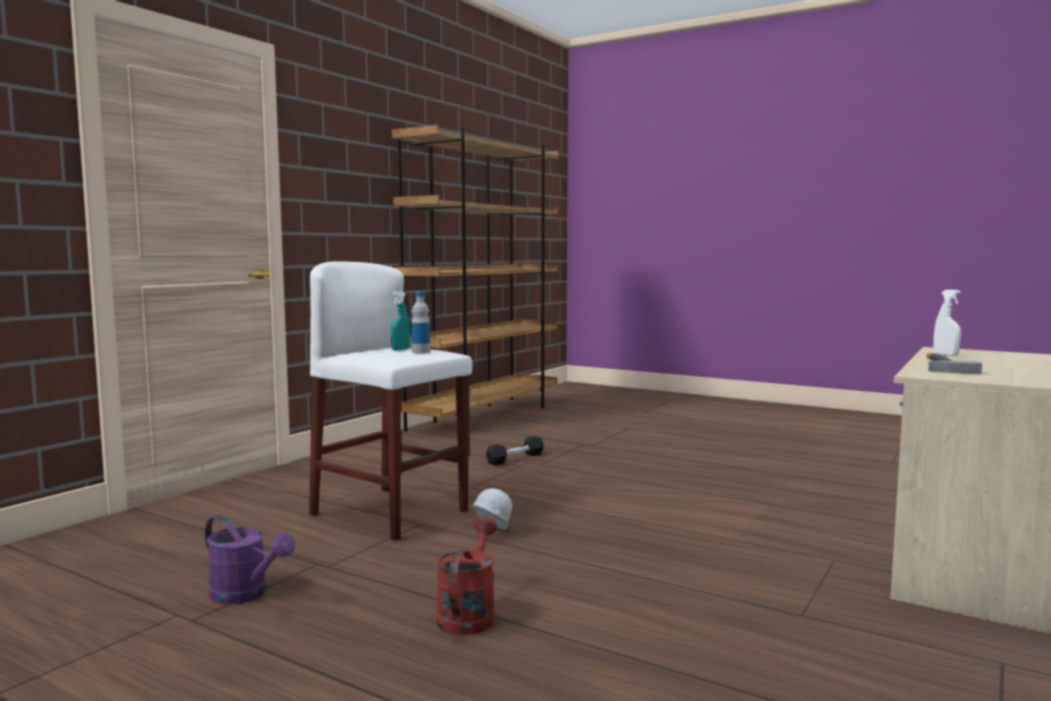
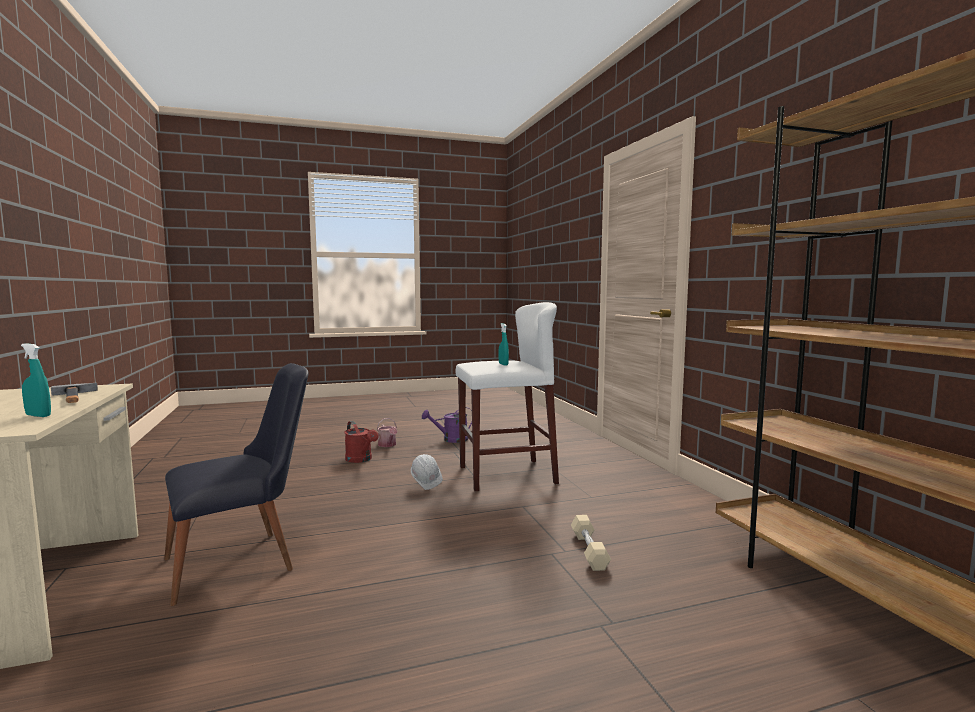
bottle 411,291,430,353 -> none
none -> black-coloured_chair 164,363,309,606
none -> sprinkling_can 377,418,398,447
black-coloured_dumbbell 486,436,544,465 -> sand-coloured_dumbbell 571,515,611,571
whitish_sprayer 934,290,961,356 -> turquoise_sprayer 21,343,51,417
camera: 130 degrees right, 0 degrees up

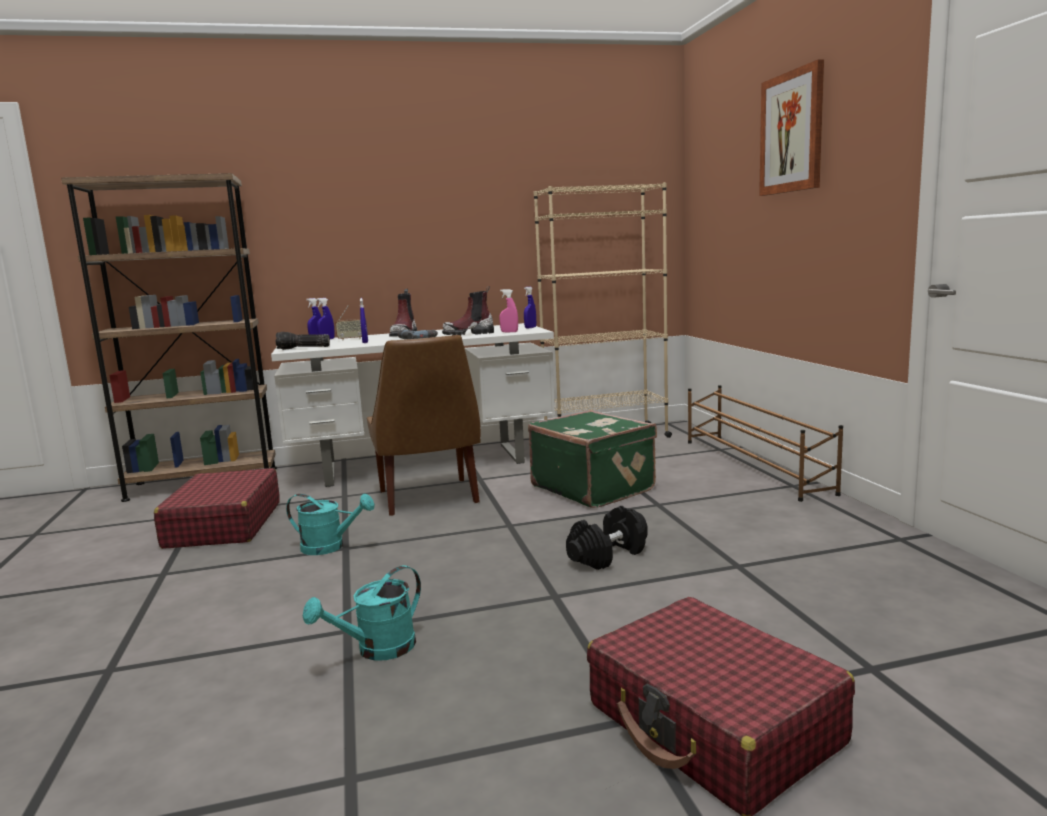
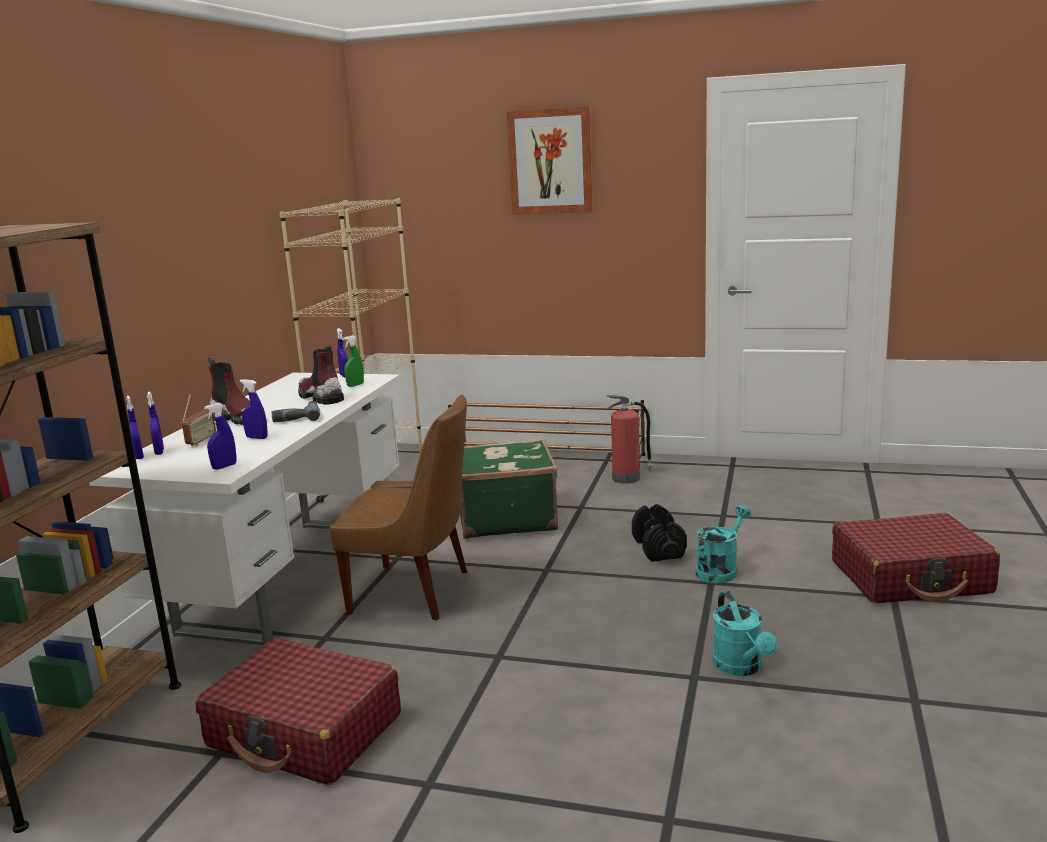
none -> fire-fighting_cylinder 607,395,653,484
turquoise_sprinkling_can 286,494,375,555 -> turquoise_sprinkling_can 696,505,751,583, shifted
torch 276,332,330,350 -> blue-coloured_sprayer 204,403,236,470
pinkish_sprayer 499,289,518,332 -> green_sprayer 343,335,364,387
high-top_boot 442,286,494,336 -> high-top_boot 298,345,344,405, 120 degrees clockwise
camera: 60 degrees left, 5 degrees up

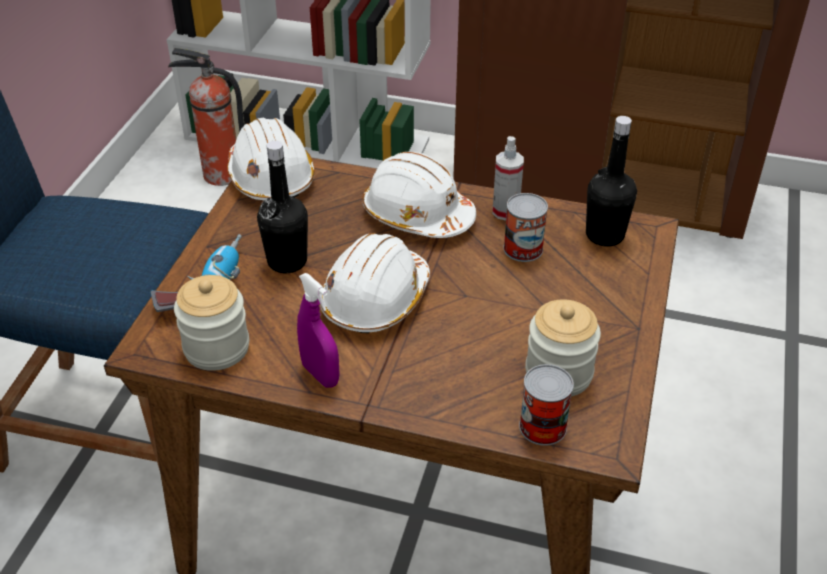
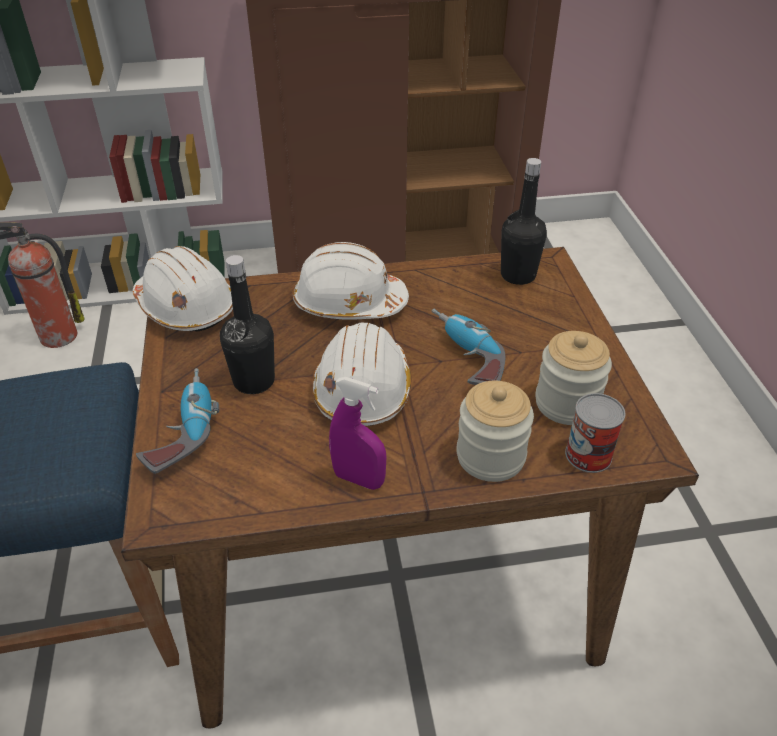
sprayer 493,136,524,221 -> none
can 503,193,548,262 -> none
none -> electric_drill 432,309,505,385
jar 174,275,249,371 -> jar 456,381,534,482, shifted
camera: 25 degrees left, 0 degrees up

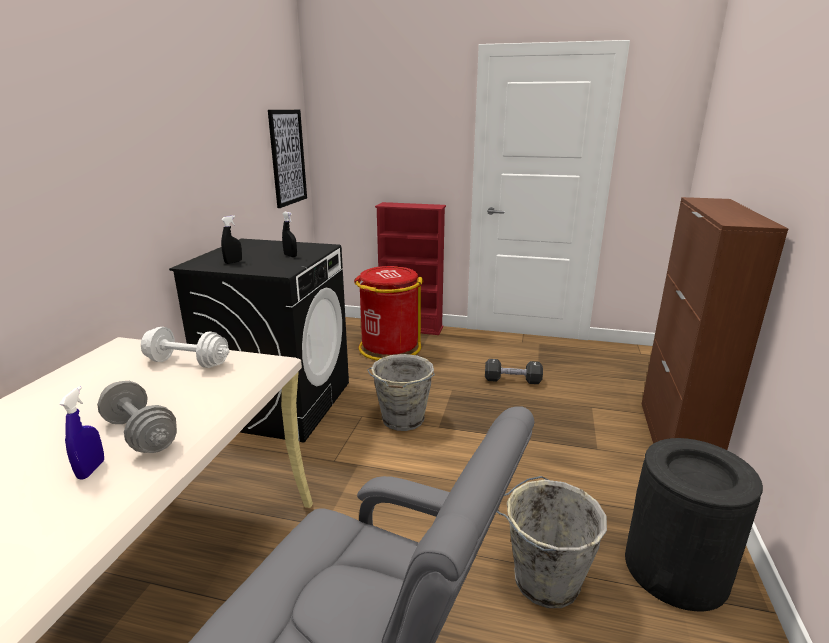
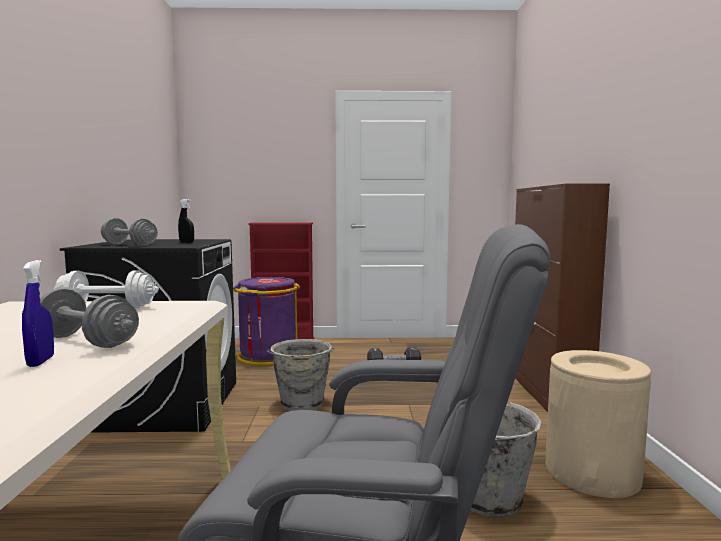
wall_art 268,110,307,208 -> none
black-coloured_sprayer 221,216,242,264 -> greyish_dumbbell 101,218,158,246
red-coloured_trash_can 354,266,423,361 -> purplish_trash_can 233,277,300,366
black-coloured_trash_can 625,438,763,611 -> sand-coloured_trash_can 546,350,651,498
camera: 15 degrees left, 15 degrees down

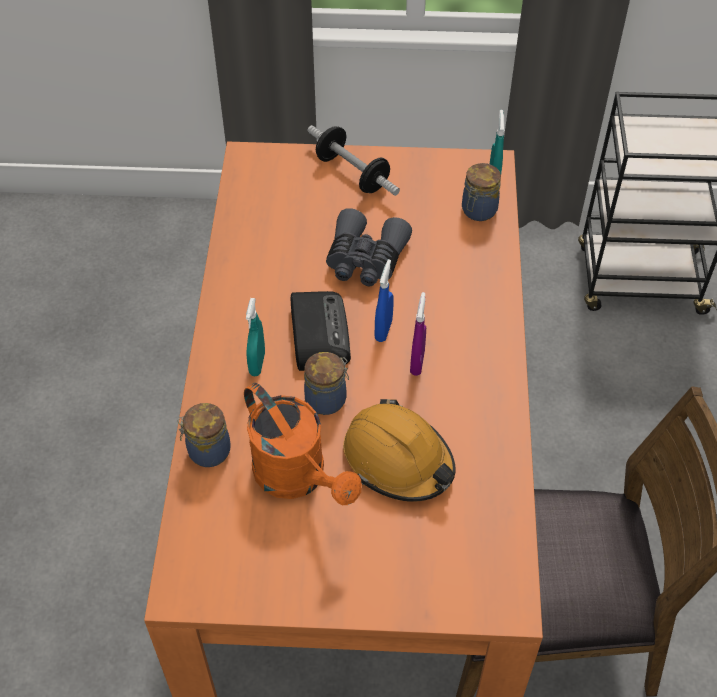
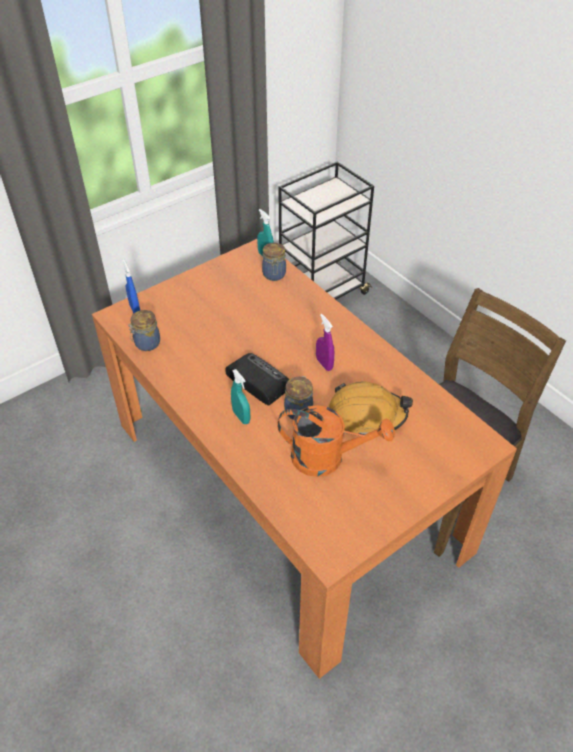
dumbbell 308,125,400,196 -> none
greyish_field_glasses 326,208,412,286 -> none
jar 178,403,230,467 -> jar 128,310,160,351, shifted
blue-coloured_sprayer 375,259,394,342 -> blue-coloured_sprayer 122,259,140,313, shifted
camera: 40 degrees left, 5 degrees down

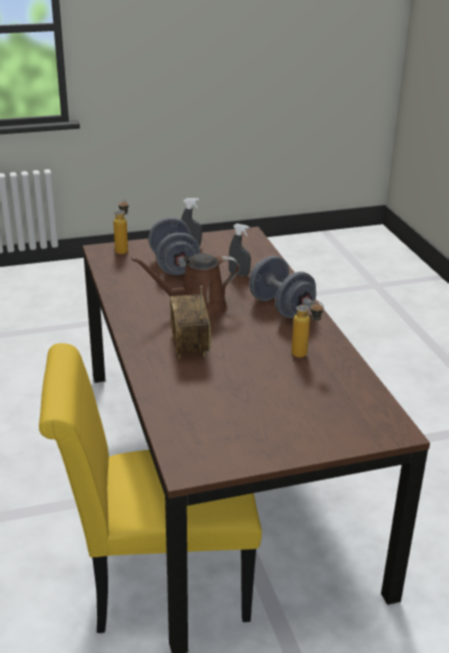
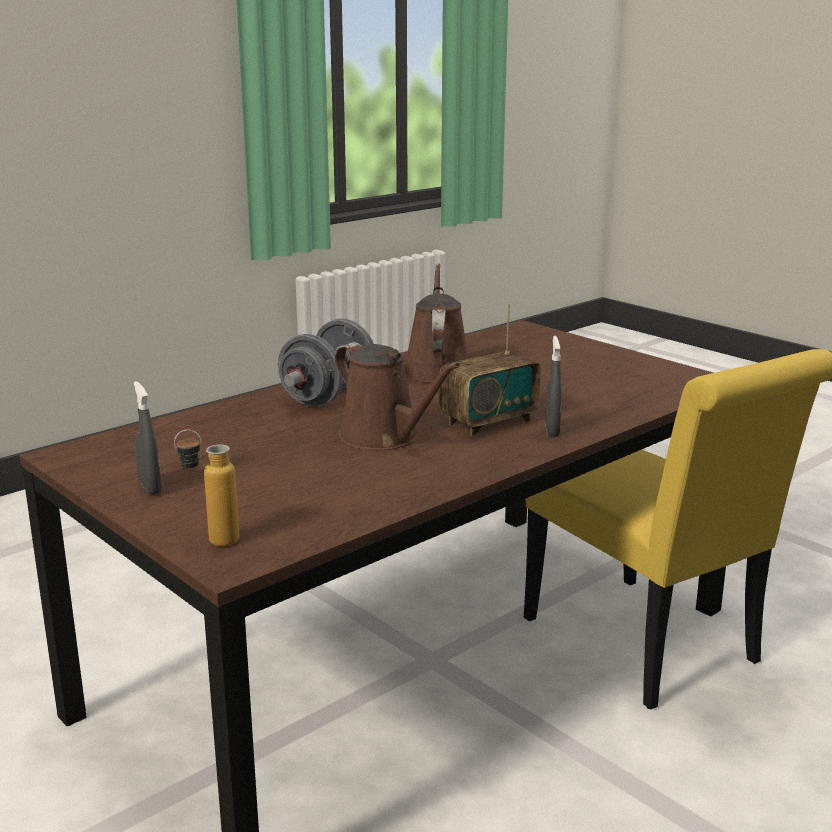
greyish_dumbbell 148,217,200,275 -> none
greyish_sprayer 228,224,251,276 -> greyish_sprayer 545,336,561,437, shifted
bottle 291,301,324,358 -> brown-coloured_sprinkling_can 404,263,468,383
camera: 115 degrees left, 10 degrees down

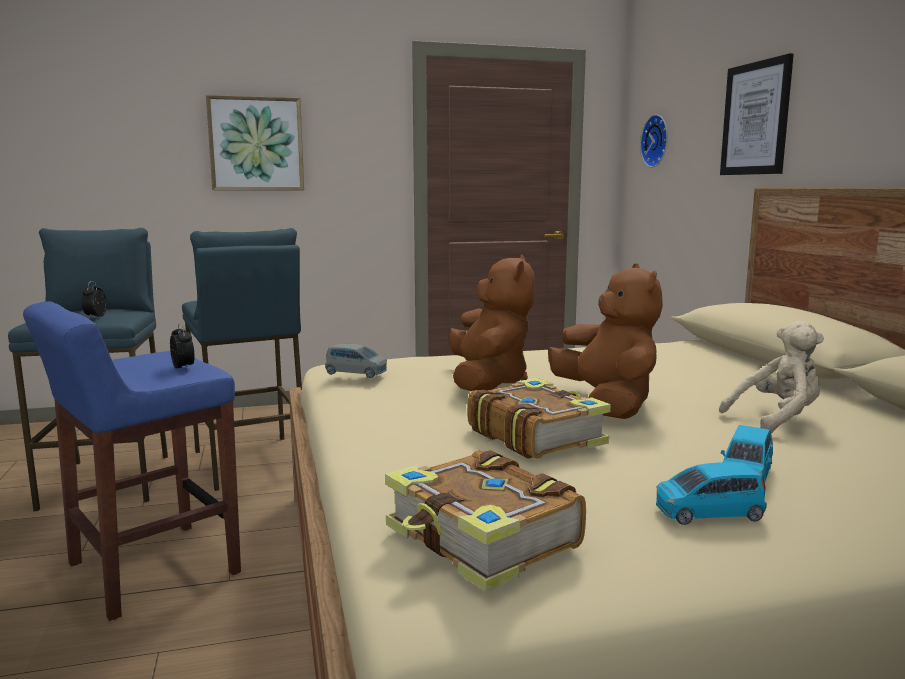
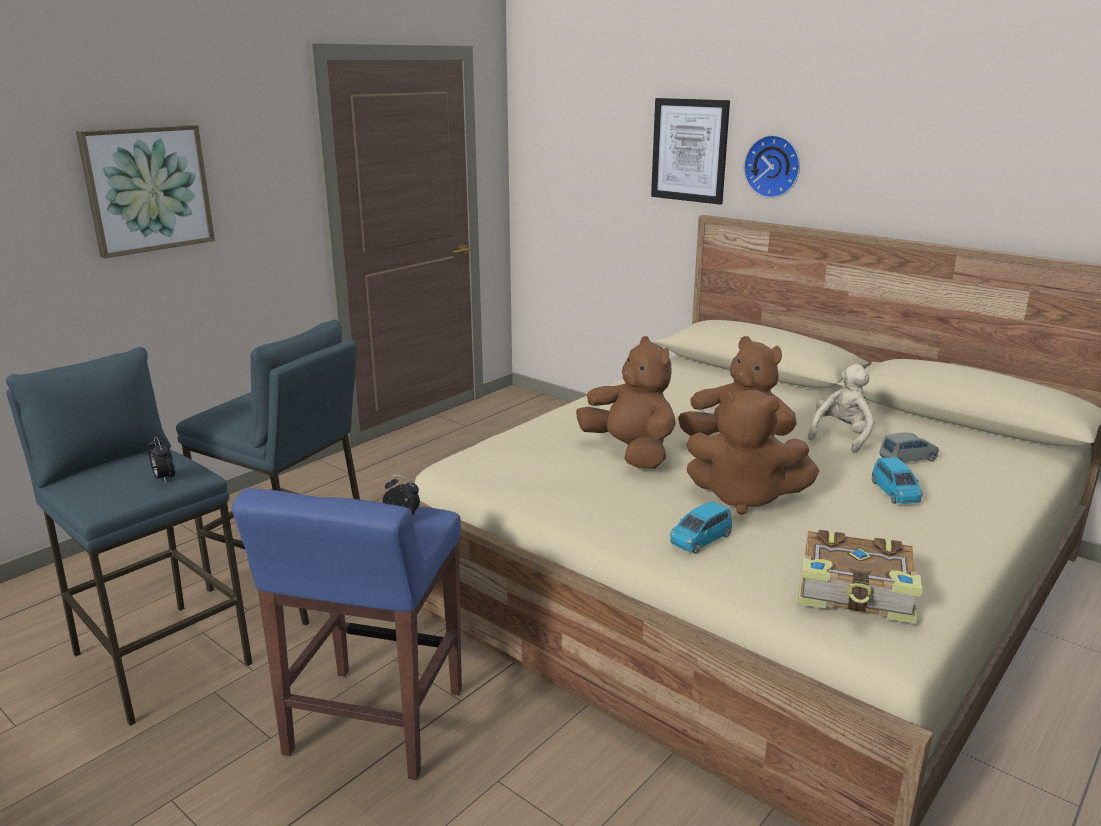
greyish_toy_car 325,343,387,378 -> greyish_toy_car 880,432,939,463, shifted
wall_clock 640,114,668,168 -> wall_clock 744,135,800,198, shifted
blue-coloured_toy_car 656,462,767,525 -> blue-coloured_toy_car 670,501,732,554, shifted
book 467,378,611,459 -> brown-coloured_plush_toy 686,390,819,515
camera: 35 degrees left, 10 degrees up

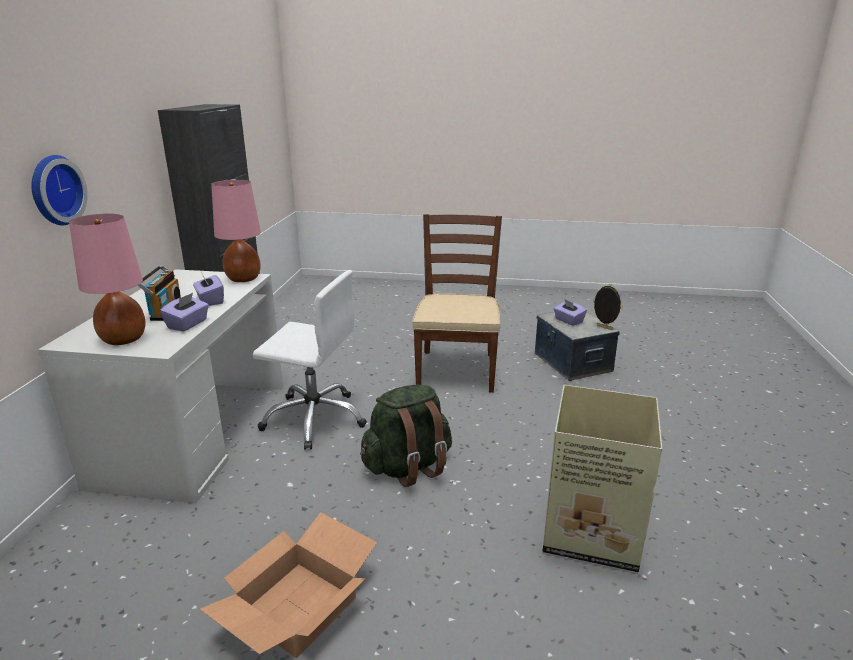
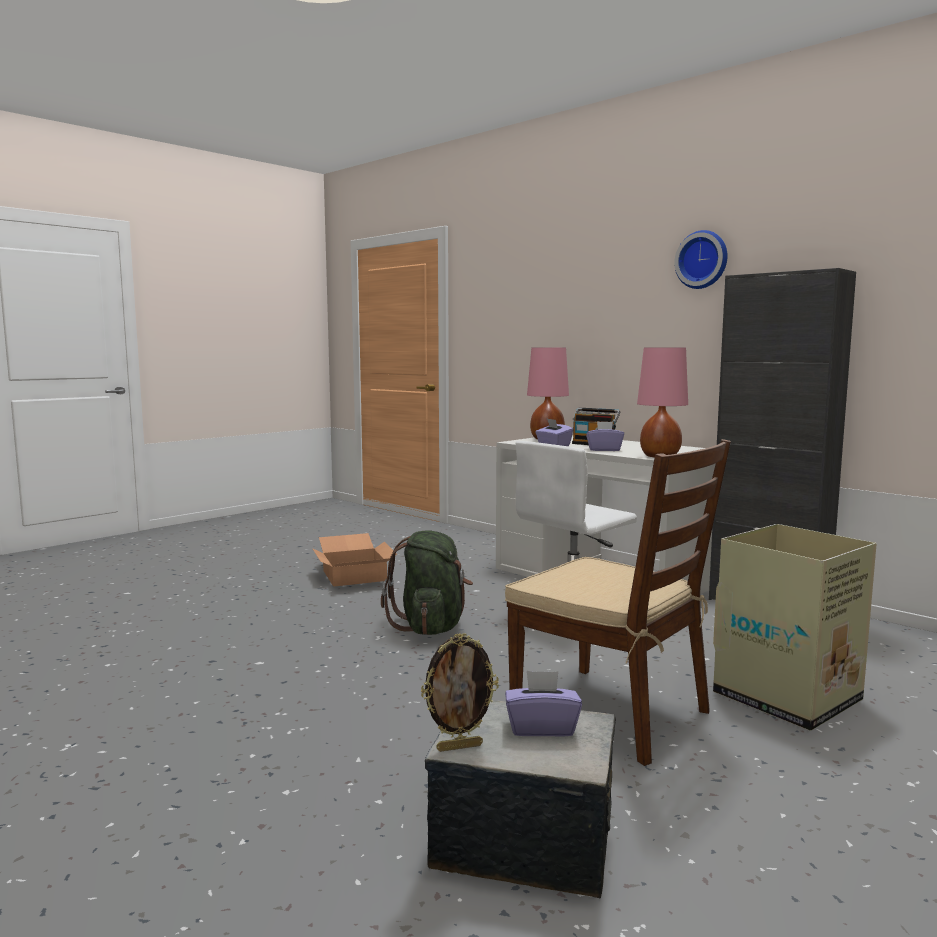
wall_clock 31,155,88,225 -> wall_clock 674,230,728,289, shifted
packing_box 543,385,662,572 -> packing_box 713,524,877,731, shifted
camera: 125 degrees right, 15 degrees down

